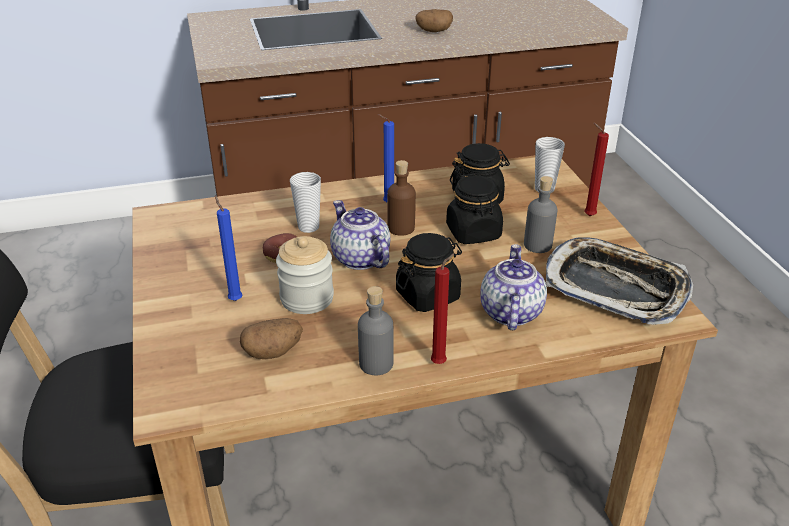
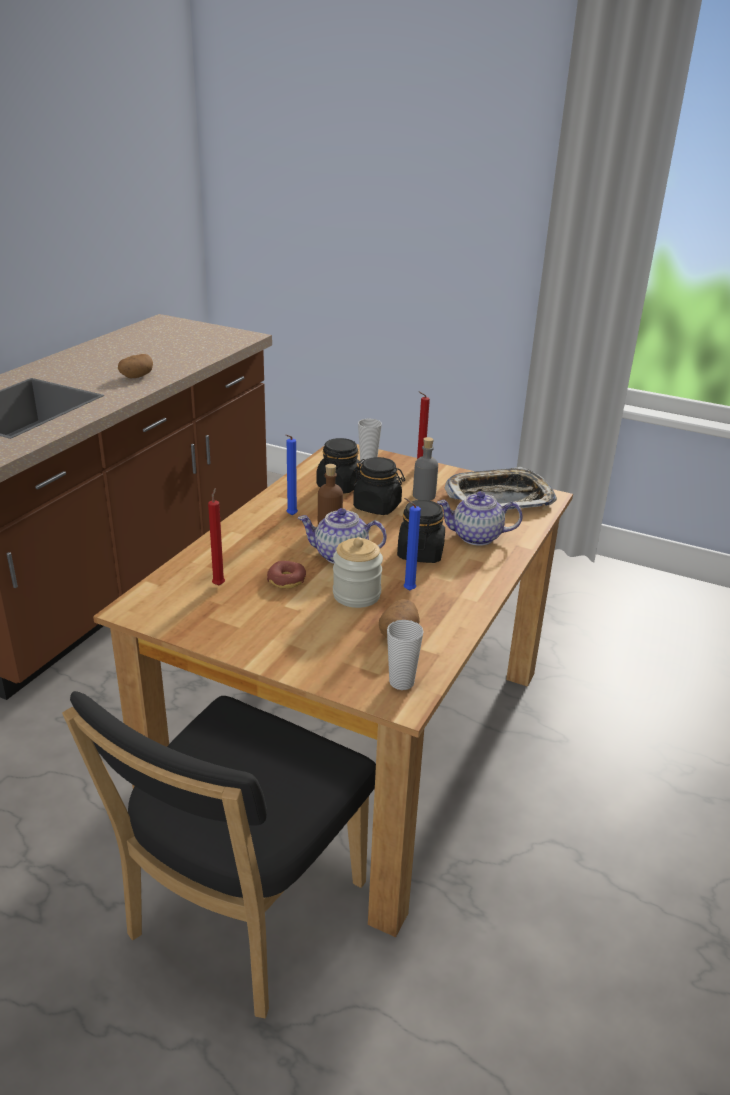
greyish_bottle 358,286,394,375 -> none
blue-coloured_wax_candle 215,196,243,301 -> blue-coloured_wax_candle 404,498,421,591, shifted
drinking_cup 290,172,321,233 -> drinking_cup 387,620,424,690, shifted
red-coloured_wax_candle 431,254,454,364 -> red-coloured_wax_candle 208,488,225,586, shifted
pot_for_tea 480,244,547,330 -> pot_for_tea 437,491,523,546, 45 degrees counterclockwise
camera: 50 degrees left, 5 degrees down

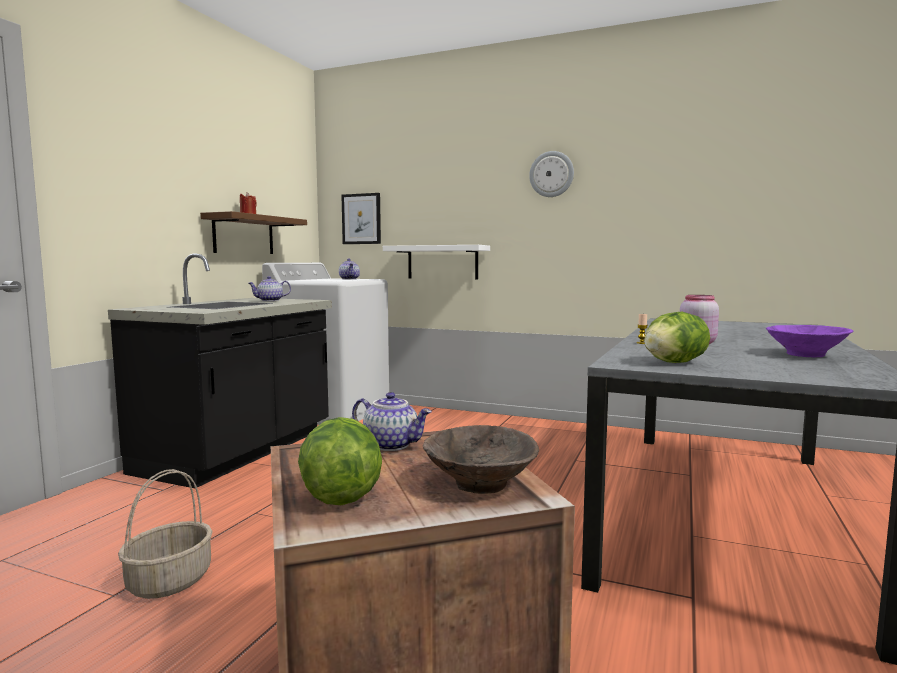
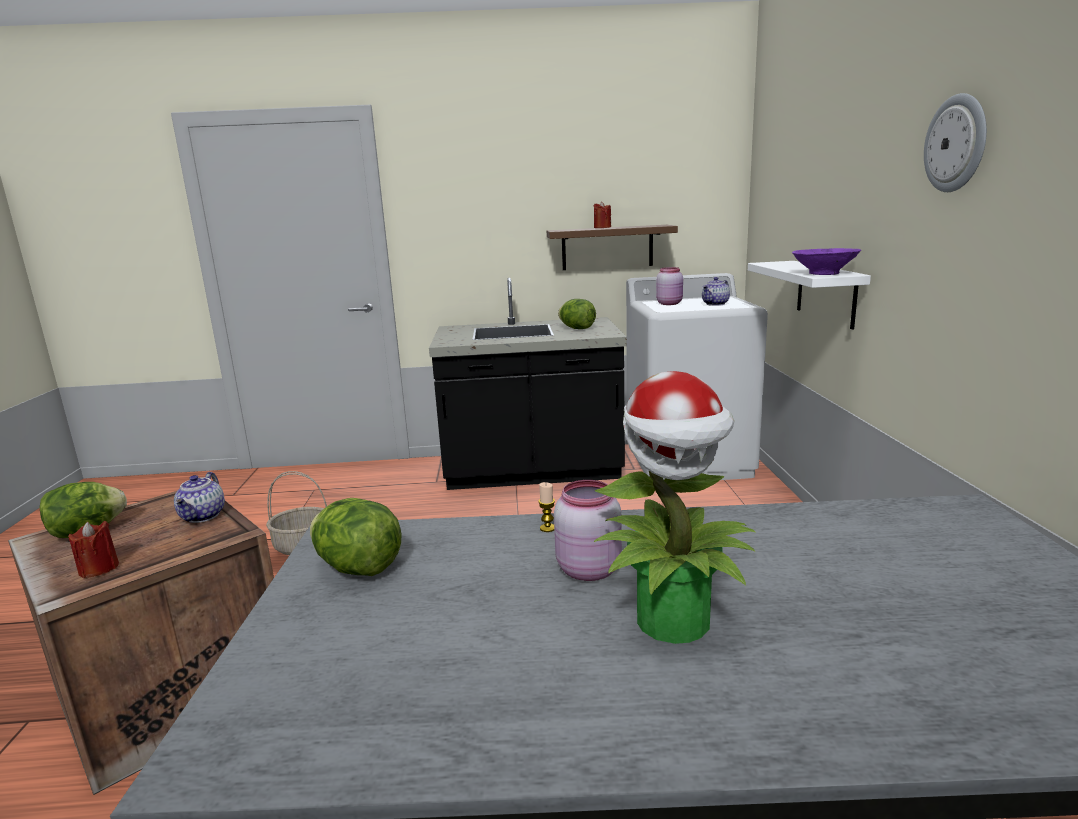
wall_art 341,193,381,244 -> none
none -> potted_plant 594,371,755,644
none -> pinkish_jar 656,267,683,305
purplish_deep_dish 766,325,853,357 -> purplish_deep_dish 792,248,861,275, shifted
pot_for_tea 248,276,291,301 -> head_of_lettuce 558,299,596,329
brown-coloured_deep_dish 423,425,539,494 -> red-coloured_wax_candle 68,521,119,578
camera: 65 degrees right, 10 degrees up

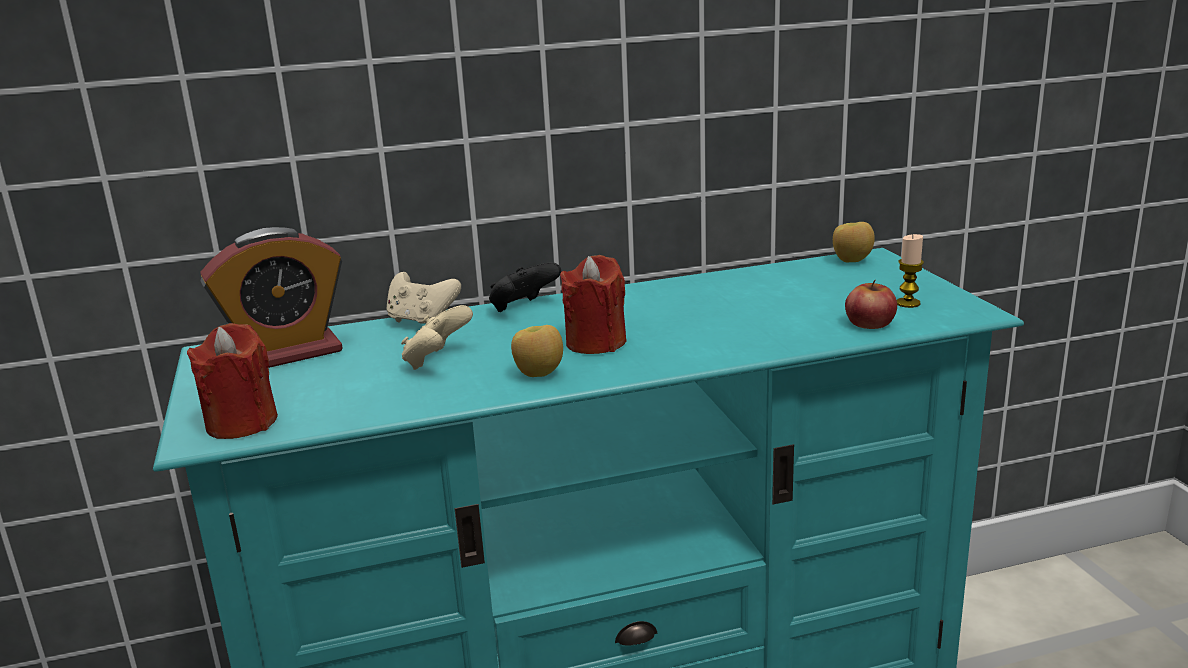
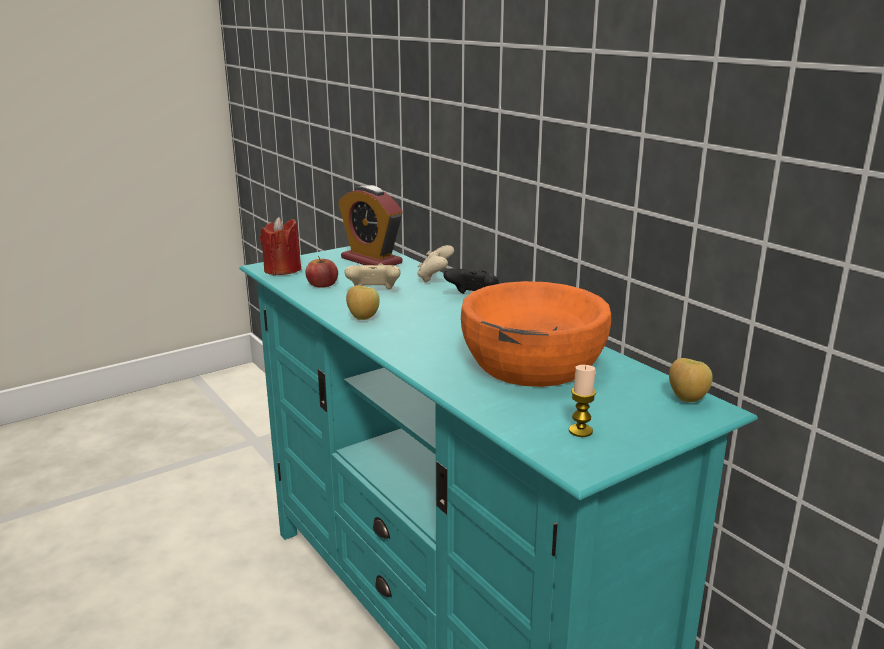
red-coloured_wax_candle 560,255,627,354 -> none
none -> orange_deep_dish 461,281,611,387
whole_apple 845,280,897,329 -> whole_apple 305,256,338,288, shifted
camera: 70 degrees right, 0 degrees up

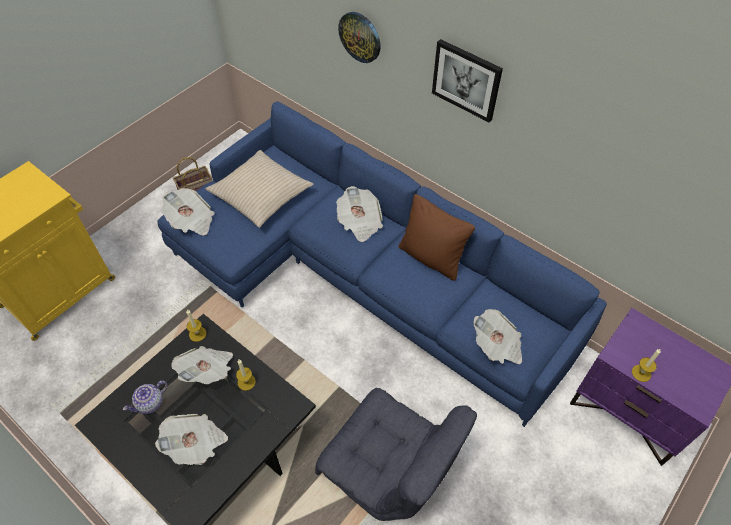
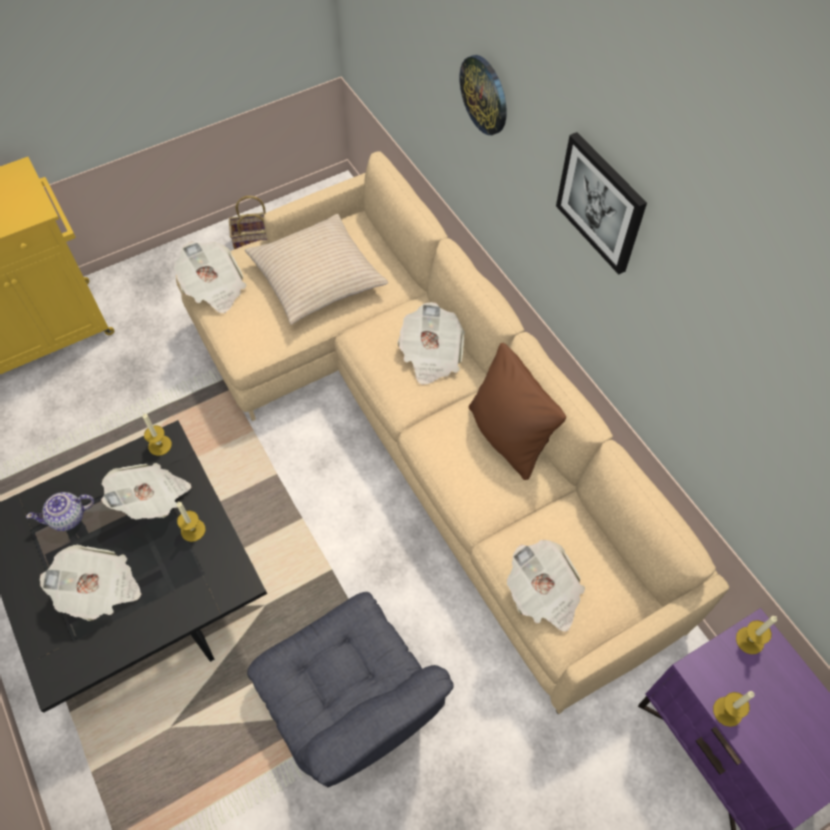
none -> wax_candle 736,616,777,654
blue-coloured_couch 158,101,607,427 -> sand-coloured_couch 176,151,729,714
camera: 20 degrees right, 5 degrees up

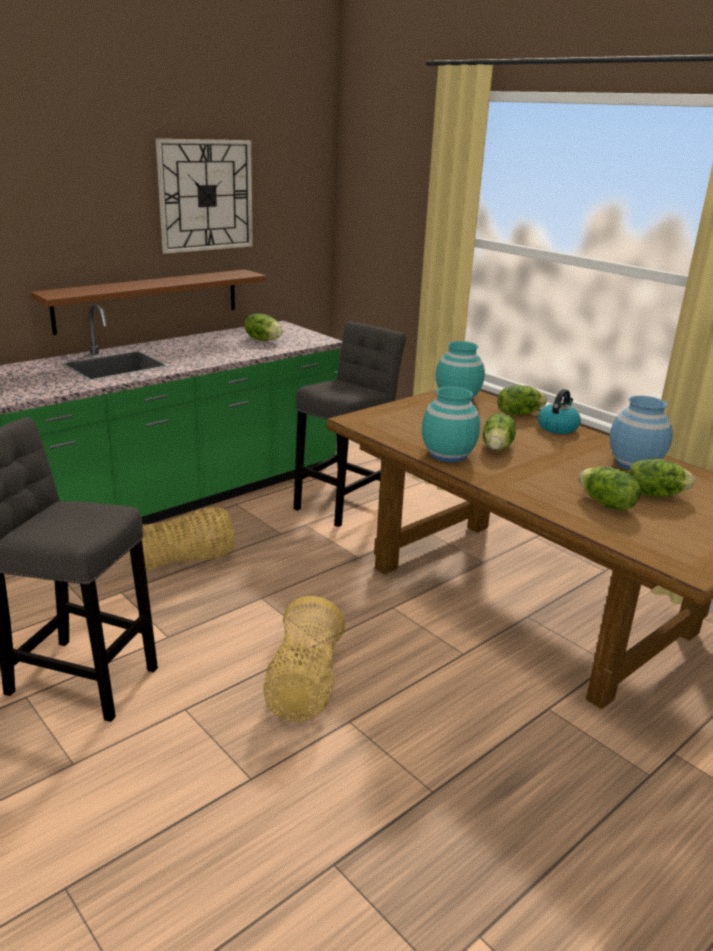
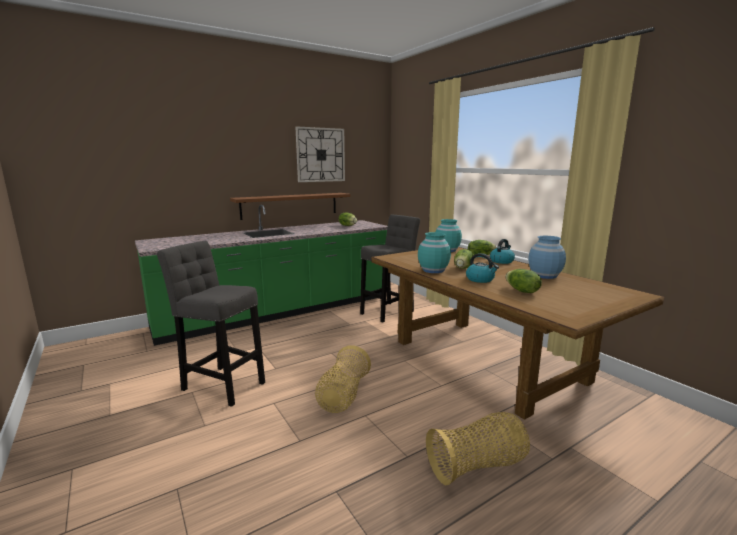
head_of_lettuce 628,459,695,497 -> none
none -> water_kettle 466,253,499,283
basket 129,507,235,573 -> basket 426,412,530,485, shifted
camera: 10 degrees right, 10 degrees down

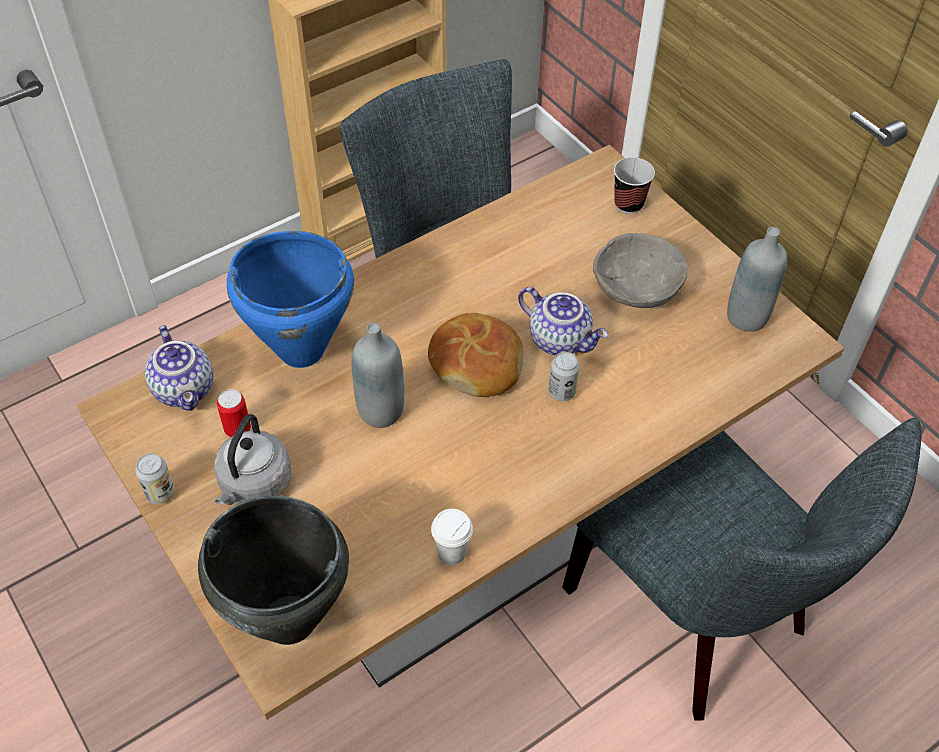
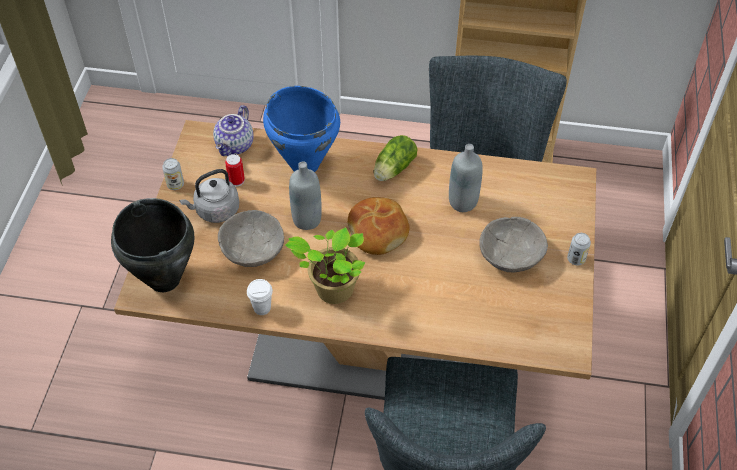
pot_for_tea 518,287,608,355 -> none
drinking_cup 614,157,655,214 -> none
none -> greyish_deep_dish 218,210,284,267
none -> potted_plant 285,227,365,304
none -> head_of_lettuce 374,135,417,181
can 549,352,580,401 -> can 567,233,591,266, shifted
greyish_bottle 727,227,787,332 -> greyish_bottle 449,144,483,212, shifted
camera: 45 degrees right, 0 degrees up

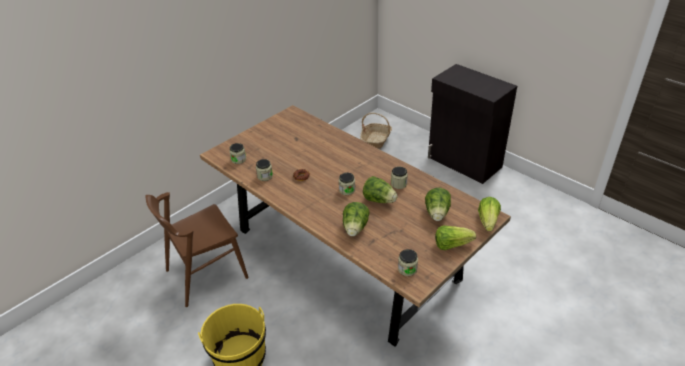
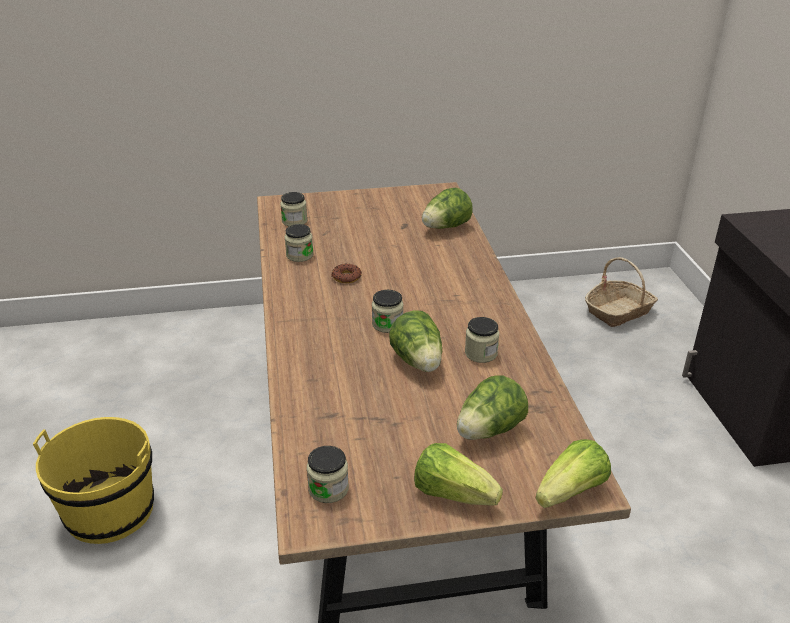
brown-coloured_chair 145,192,248,307 -> none
head_of_lettuce 343,202,370,236 -> head_of_lettuce 422,188,473,229, shifted
camera: 35 degrees right, 5 degrees down

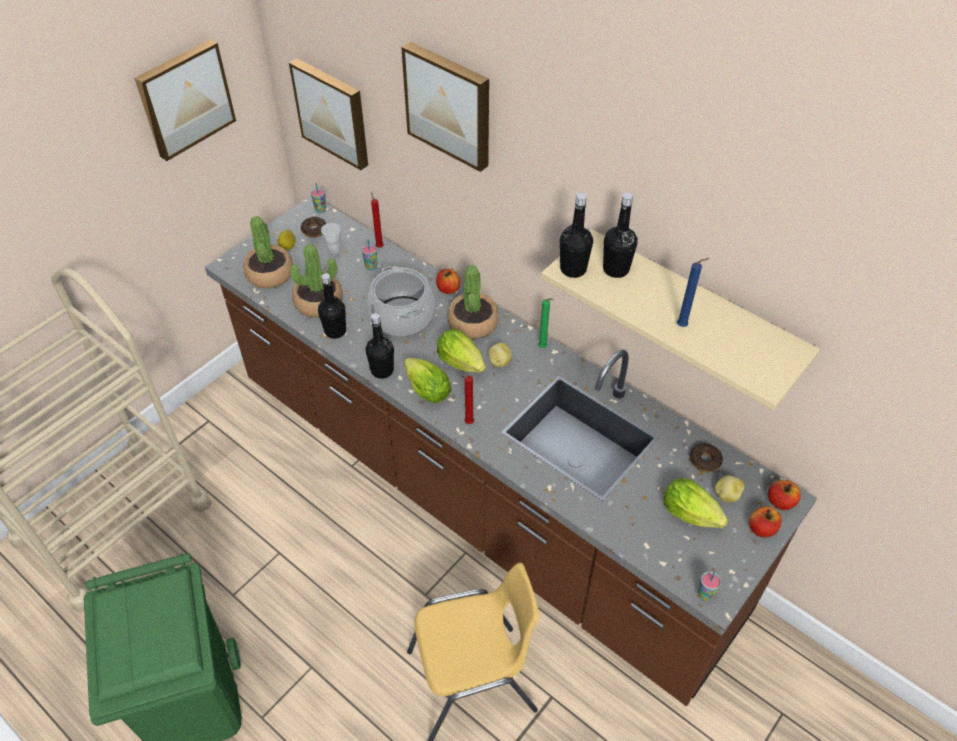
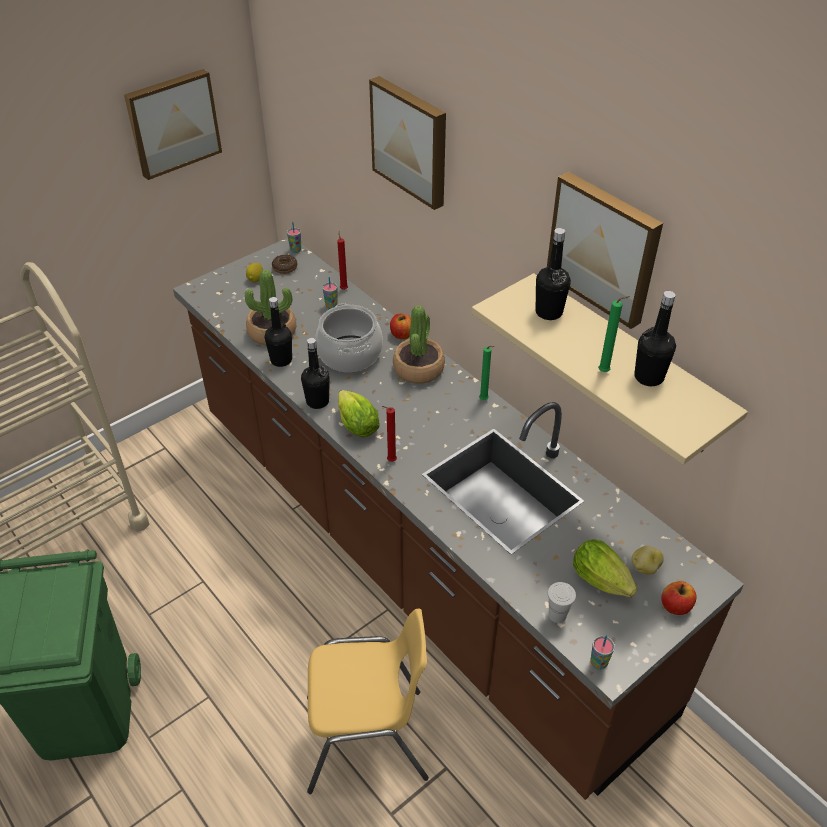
potted_plant 243,216,293,289 -> none
head_of_lettuce 437,329,486,373 -> none
whole_potato 488,343,512,367 -> none
donut 690,444,723,472 -> none
whole_apple 768,480,801,510 -> none
wall_art 289,58,368,170 -> wall_art 547,172,663,329, shifted
whitish_drinking_cup 321,223,341,254 -> whitish_drinking_cup 548,582,576,623, shifted
black-coloured_bottle 560,192,593,278 -> black-coloured_bottle 634,291,676,386, shifted
blue-coloured_wax_candle 677,258,709,327 -> green_wax_candle 598,296,630,372
camera: 10 degrees right, 5 degrees down

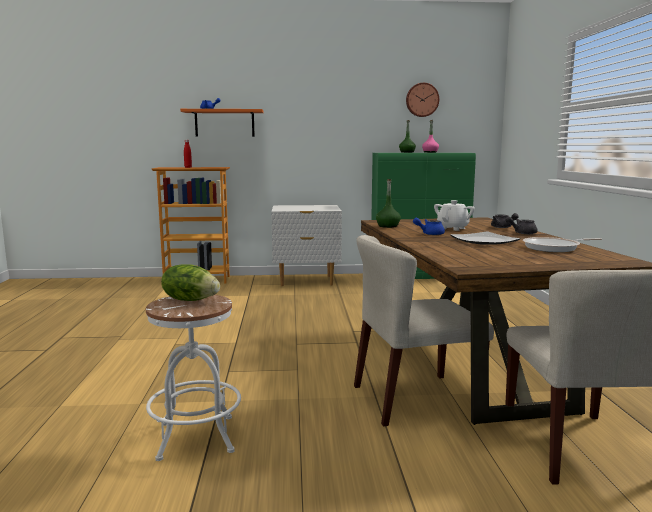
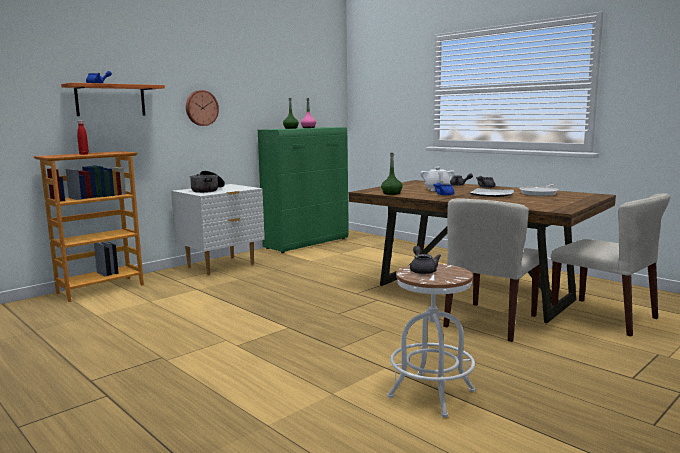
none -> stockpot 190,171,225,193
wall_clock 406,83,439,117 -> wall_clock 186,90,219,126, shifted
head_of_lettuce 161,264,220,301 -> greyish_pot_for_tea 410,246,441,274
camera: 40 degrees left, 0 degrees up

